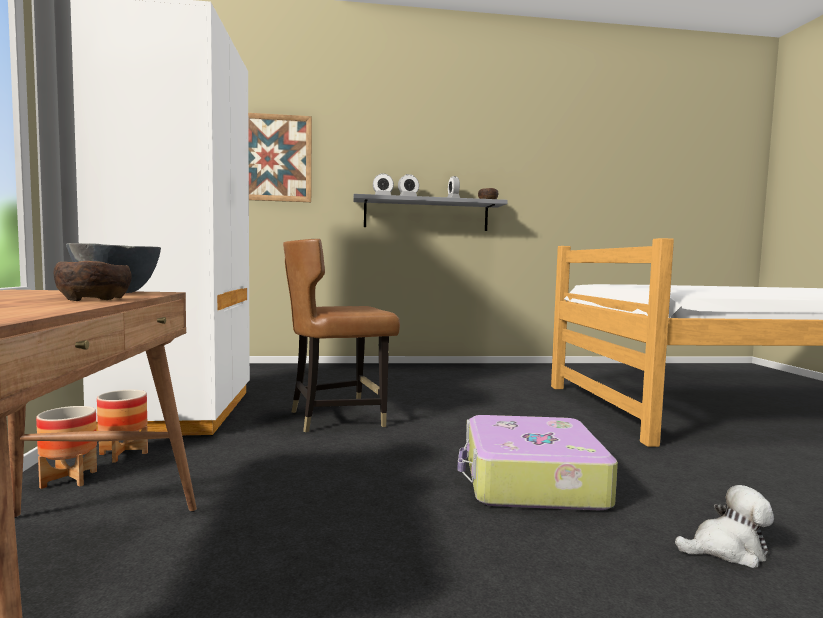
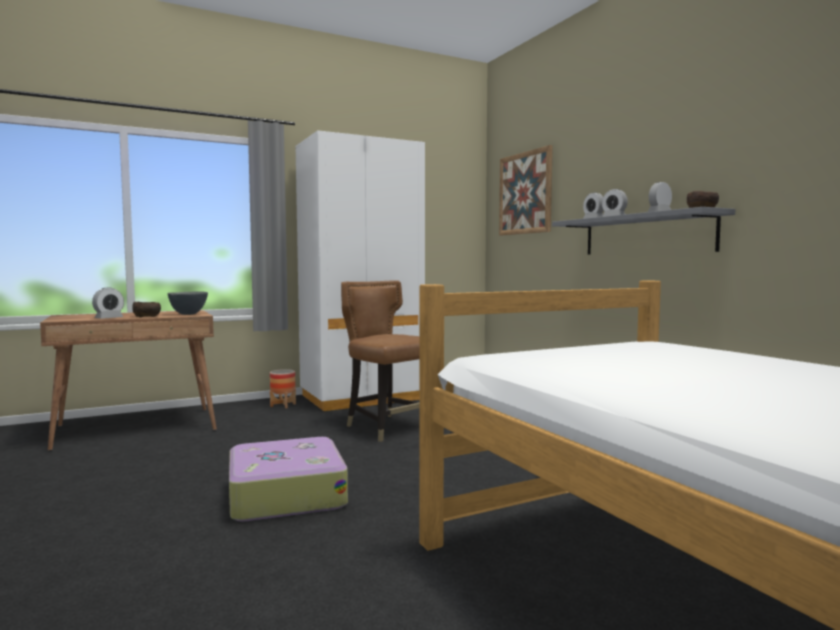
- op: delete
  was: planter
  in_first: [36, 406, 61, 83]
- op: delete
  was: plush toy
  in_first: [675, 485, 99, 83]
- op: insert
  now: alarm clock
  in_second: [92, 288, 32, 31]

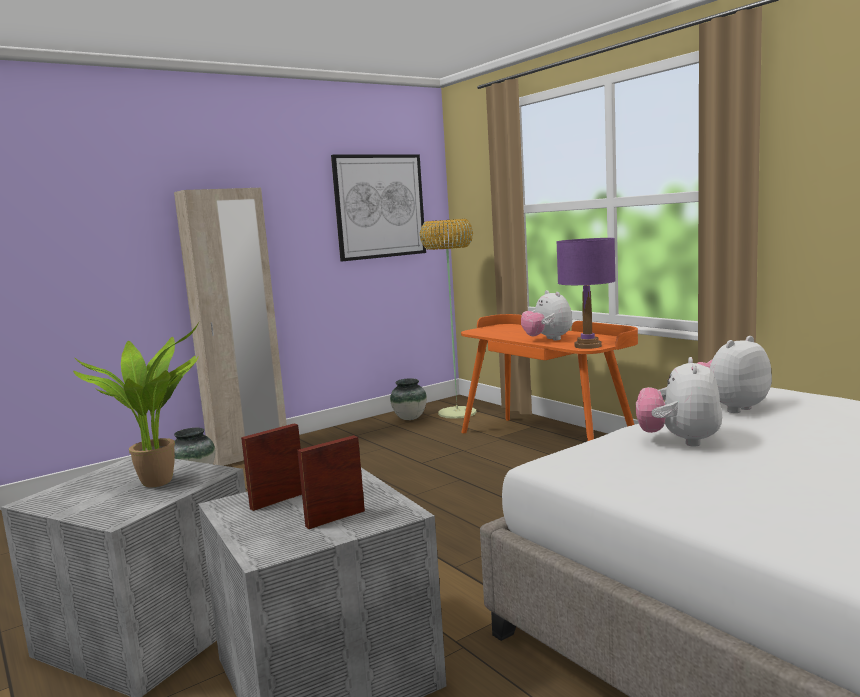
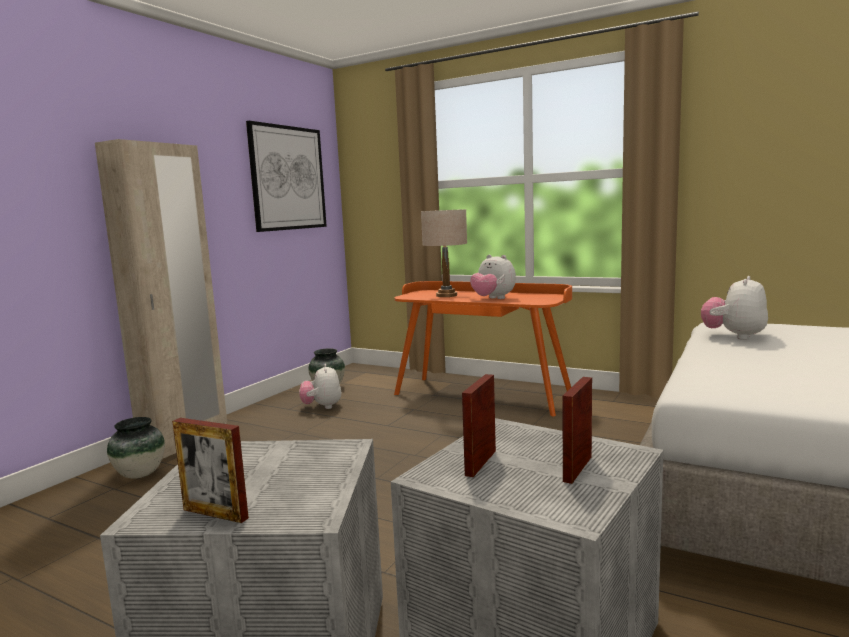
- op: delete
  was: potted plant
  in_first: [73, 322, 126, 166]
- op: delete
  was: floor lamp
  in_first: [420, 219, 57, 200]
- op: delete
  was: table lamp in purple
  in_first: [556, 238, 60, 111]
- op: insert
  now: picture frame
  in_second: [172, 418, 77, 105]
- op: insert
  now: table lamp in beige
  in_second: [421, 209, 46, 88]
- op: move
  was: plush toy
  in_first: [636, 357, 86, 90]
  in_second: [299, 364, 42, 45]

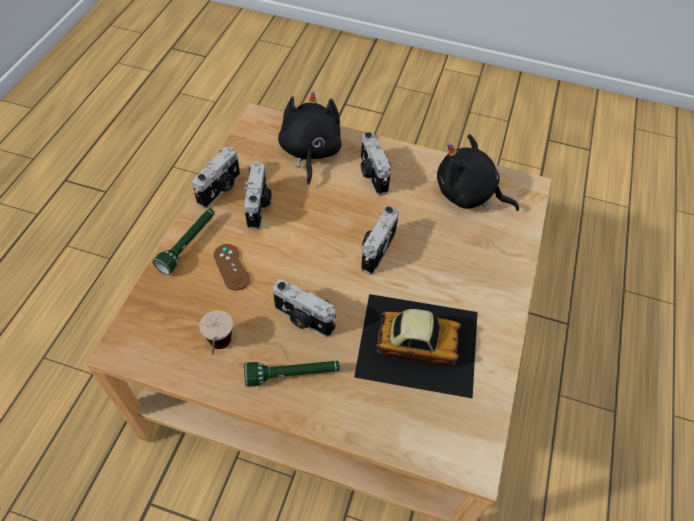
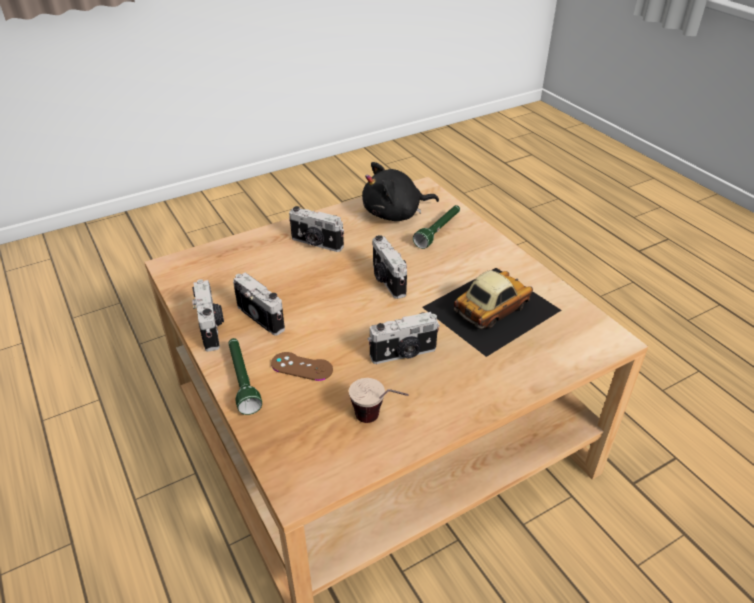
- op: delete
  was: plush toy in black
  in_first: [278, 91, 64, 94]
- op: move
  was: flashlight in green
  in_first: [244, 361, 96, 26]
  in_second: [413, 205, 47, 44]

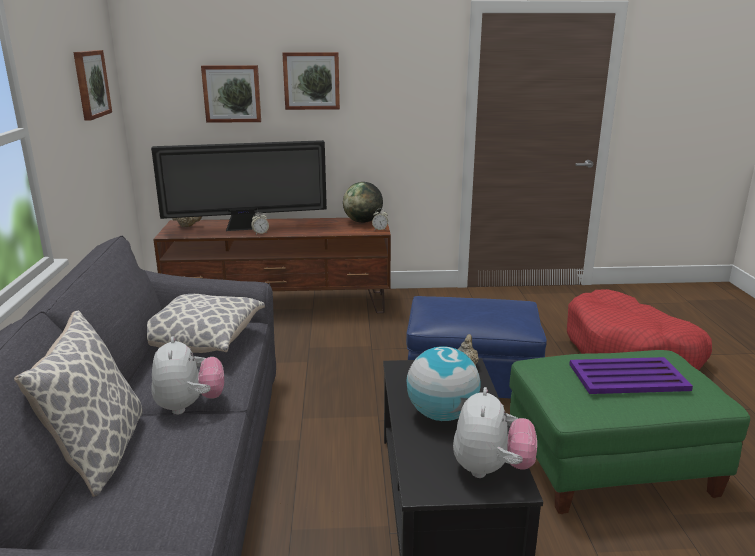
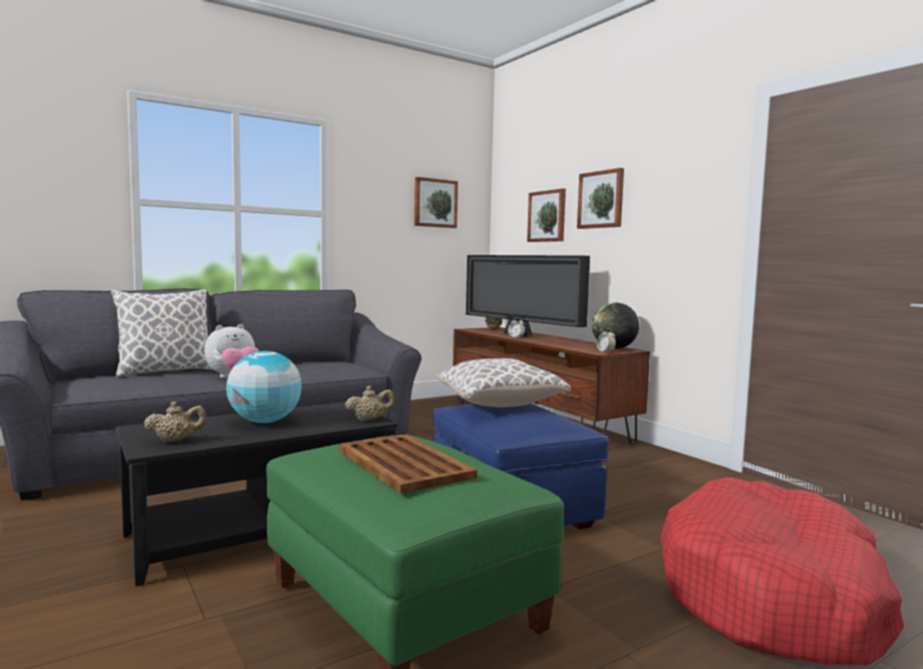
- op: move
  was: pillow
  in_first: [147, 294, 118, 59]
  in_second: [437, 358, 134, 49]
- op: replace
  was: plush toy
  now: teapot in beige
  in_first: [453, 387, 84, 91]
  in_second: [144, 401, 63, 42]
- op: recolor
  was: tray in purple
  now: tray in brown
  in_first: [569, 357, 124, 37]
  in_second: [339, 434, 138, 60]

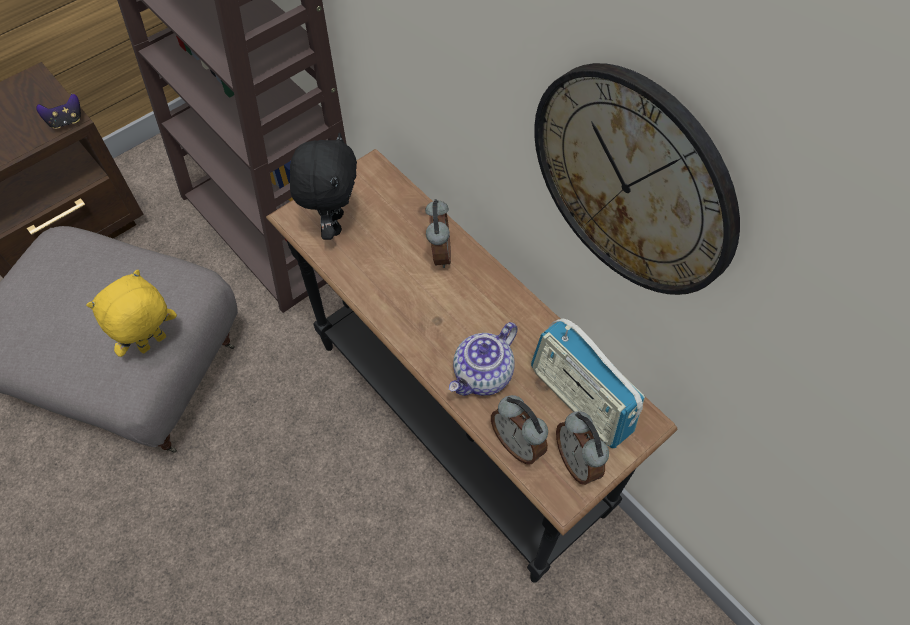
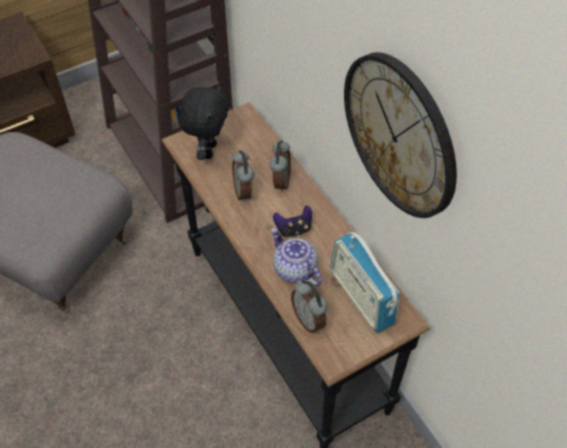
- op: delete
  was: plush toy in yellow
  in_first: [86, 270, 91, 87]
- op: move
  was: game controller
  in_first: [36, 94, 45, 35]
  in_second: [273, 205, 39, 33]
- op: move
  was: alarm clock
  in_first: [556, 411, 53, 74]
  in_second: [232, 150, 22, 52]
- op: rotate
  was: teapot
  in_first: [449, 322, 69, 74]
  in_second: [271, 228, 51, 58]
  clockwise: 90

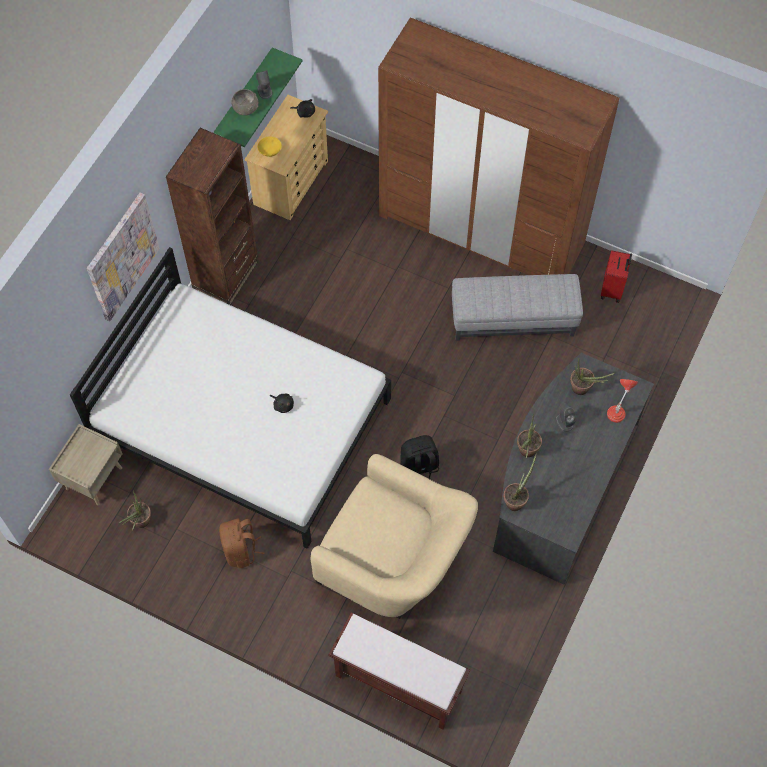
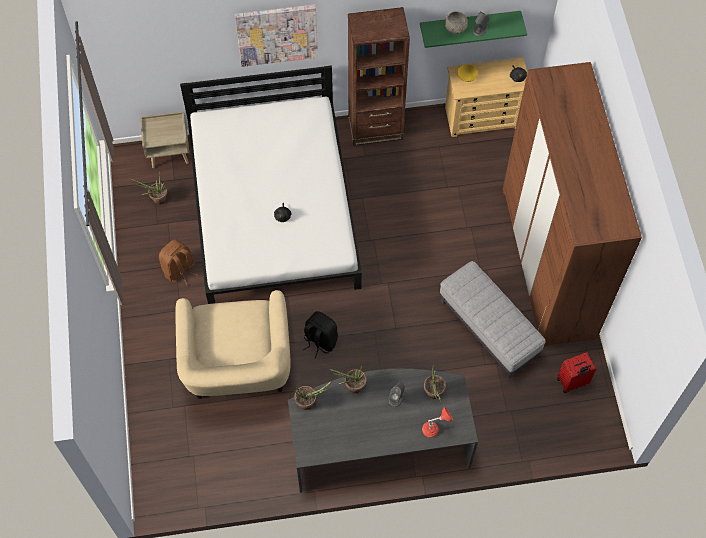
- op: delete
  was: bench in brown
  in_first: [328, 612, 142, 118]

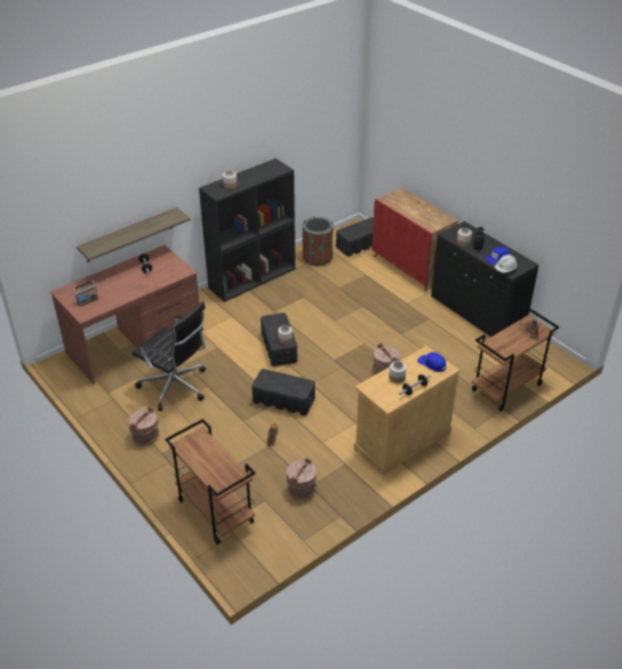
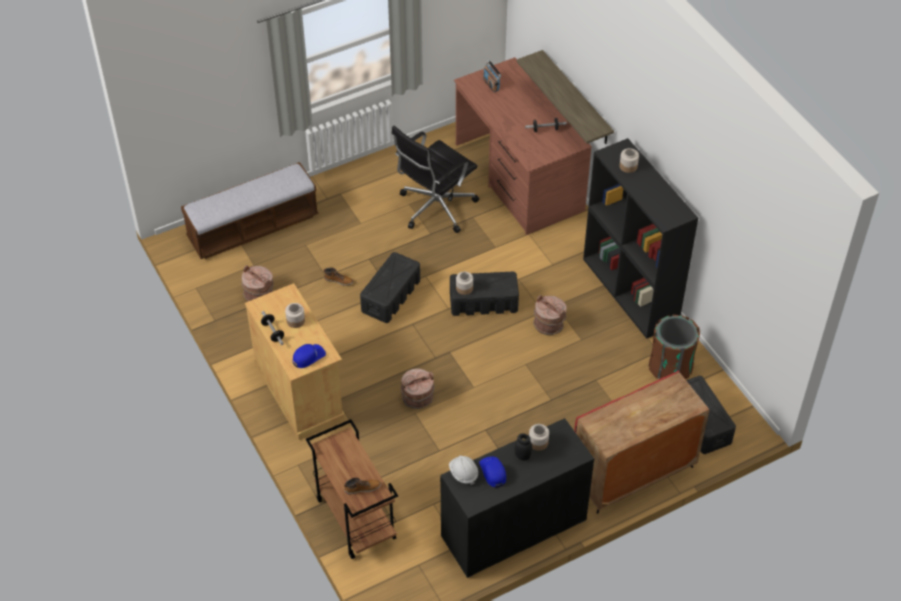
- op: move
  was: bucket in brown
  in_first: [128, 406, 31, 40]
  in_second: [533, 295, 34, 40]
- op: replace
  was: cart in brown
  now: bench
  in_first: [165, 419, 91, 126]
  in_second: [181, 162, 137, 97]

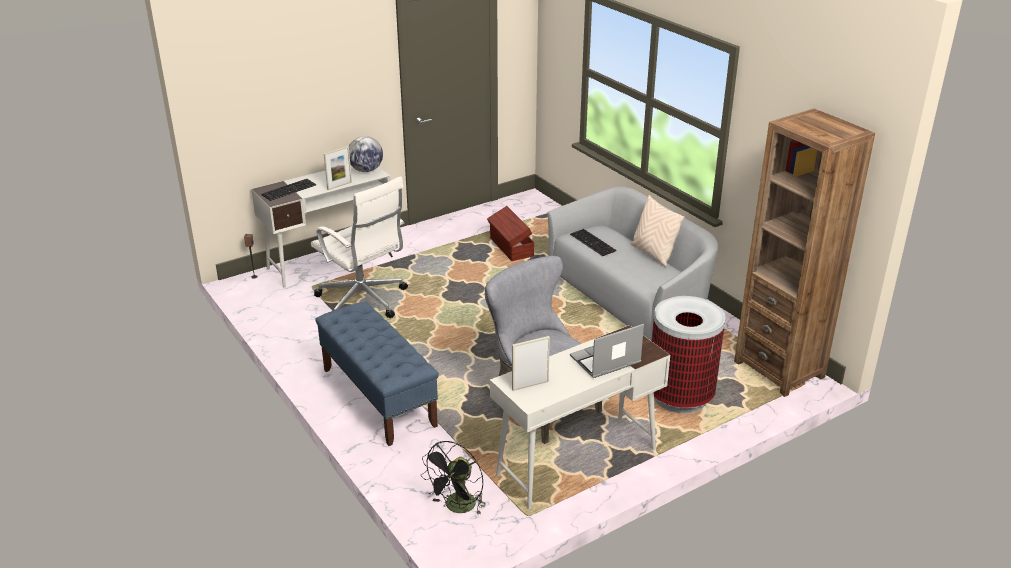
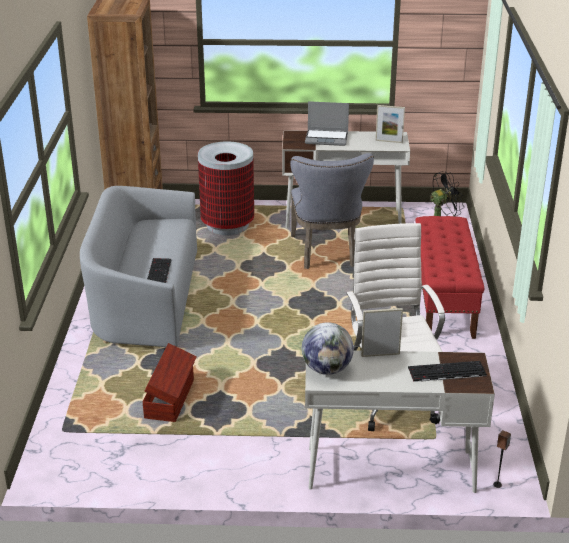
- op: delete
  was: pillow in beige
  in_first: [630, 195, 55, 72]
- op: recolor
  was: bench in blue
  now: bench in red
  in_first: [315, 302, 124, 144]
  in_second: [416, 216, 68, 123]

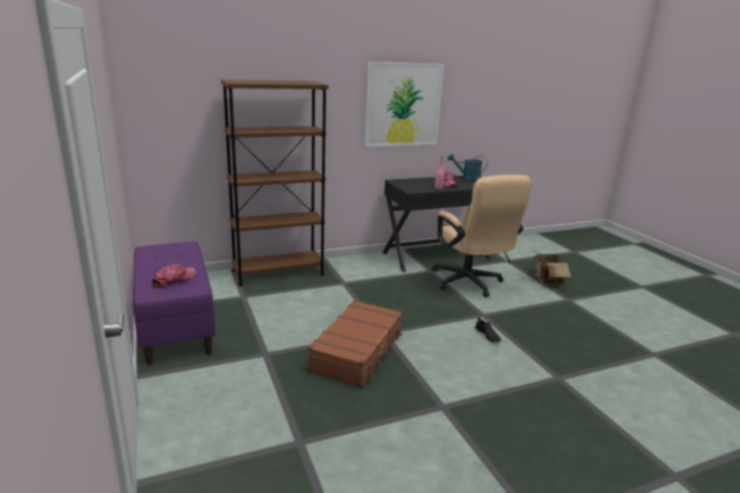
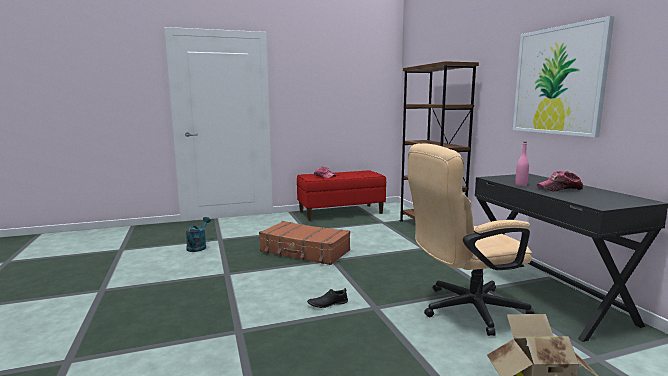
- op: move
  was: watering can in turquoise
  in_first: [448, 154, 40, 28]
  in_second: [186, 217, 25, 35]
- op: recolor
  was: bench in purple
  now: bench in red
  in_first: [133, 241, 83, 124]
  in_second: [297, 170, 89, 51]

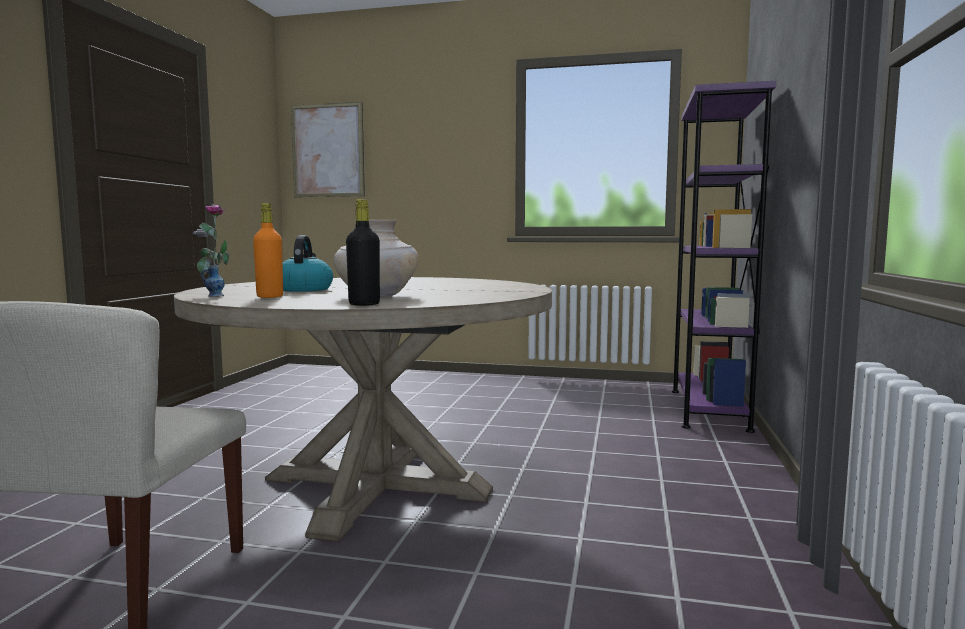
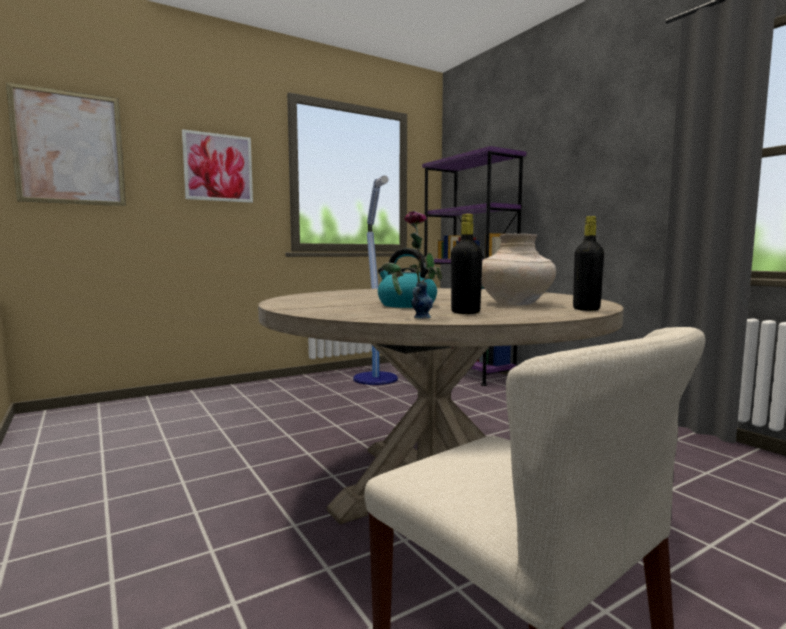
- op: insert
  now: picture
  in_second: [182, 129, 71, 74]
- op: insert
  now: floor lamp
  in_second: [353, 175, 45, 210]
- op: recolor
  was: bottle in orange
  now: bottle in black
  in_first: [253, 203, 30, 95]
  in_second: [451, 214, 32, 100]

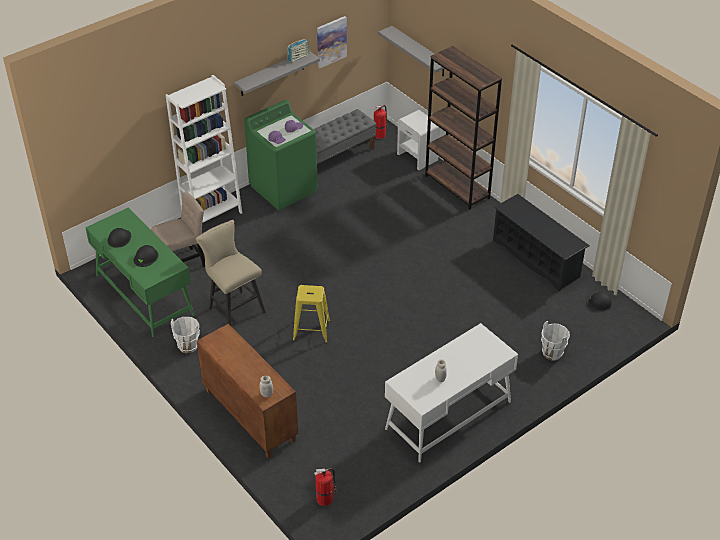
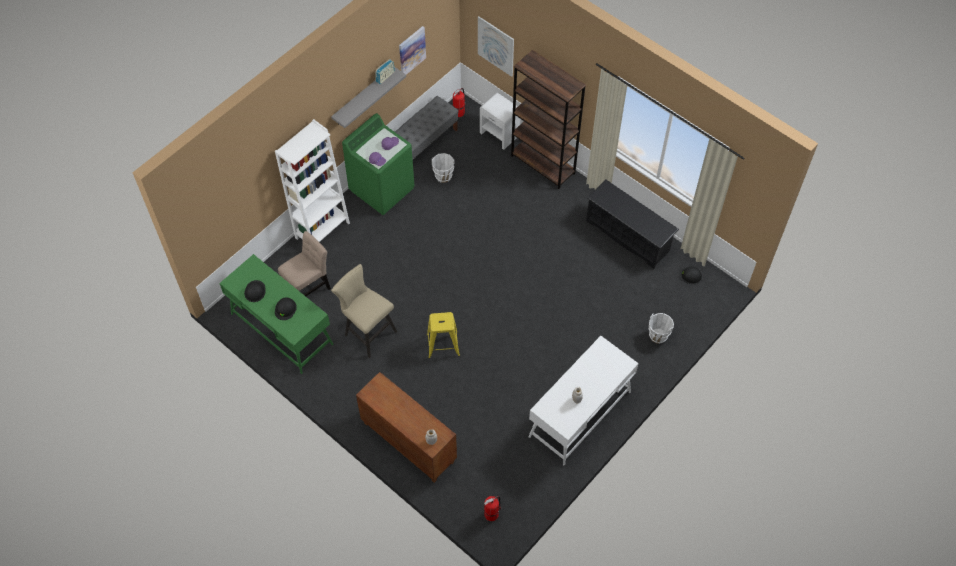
- op: move
  was: bucket in white
  in_first: [171, 317, 29, 36]
  in_second: [432, 153, 23, 30]
- op: replace
  was: shelf in grey
  now: picture
  in_first: [378, 26, 67, 51]
  in_second: [478, 16, 36, 61]

